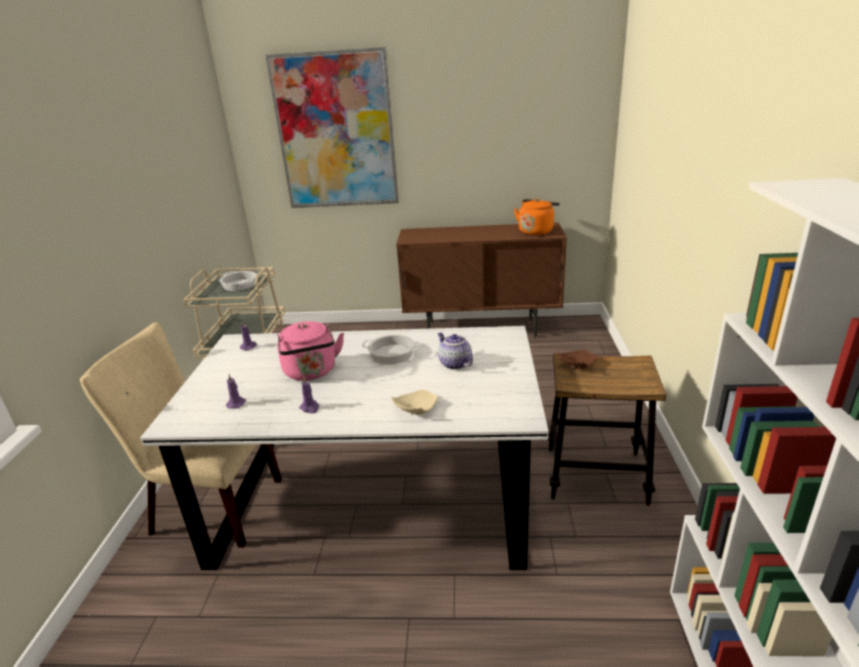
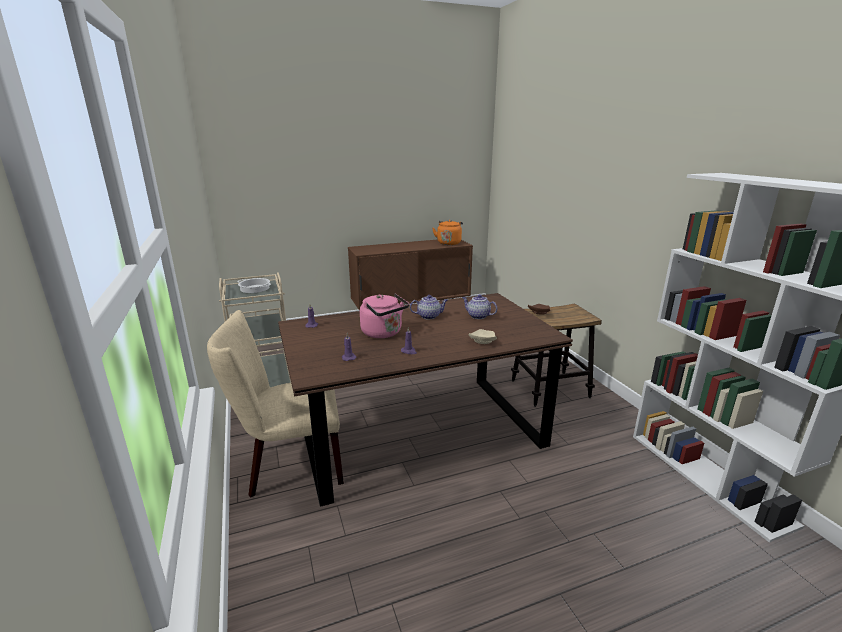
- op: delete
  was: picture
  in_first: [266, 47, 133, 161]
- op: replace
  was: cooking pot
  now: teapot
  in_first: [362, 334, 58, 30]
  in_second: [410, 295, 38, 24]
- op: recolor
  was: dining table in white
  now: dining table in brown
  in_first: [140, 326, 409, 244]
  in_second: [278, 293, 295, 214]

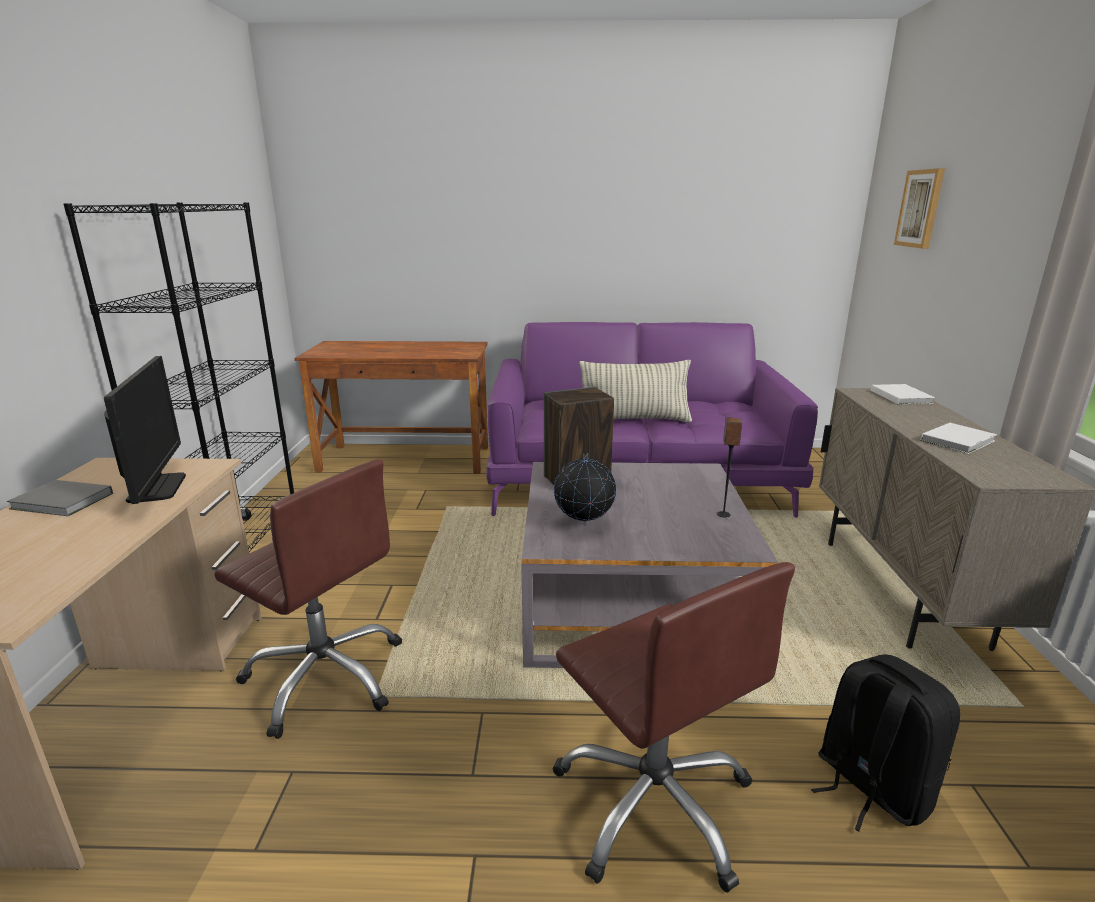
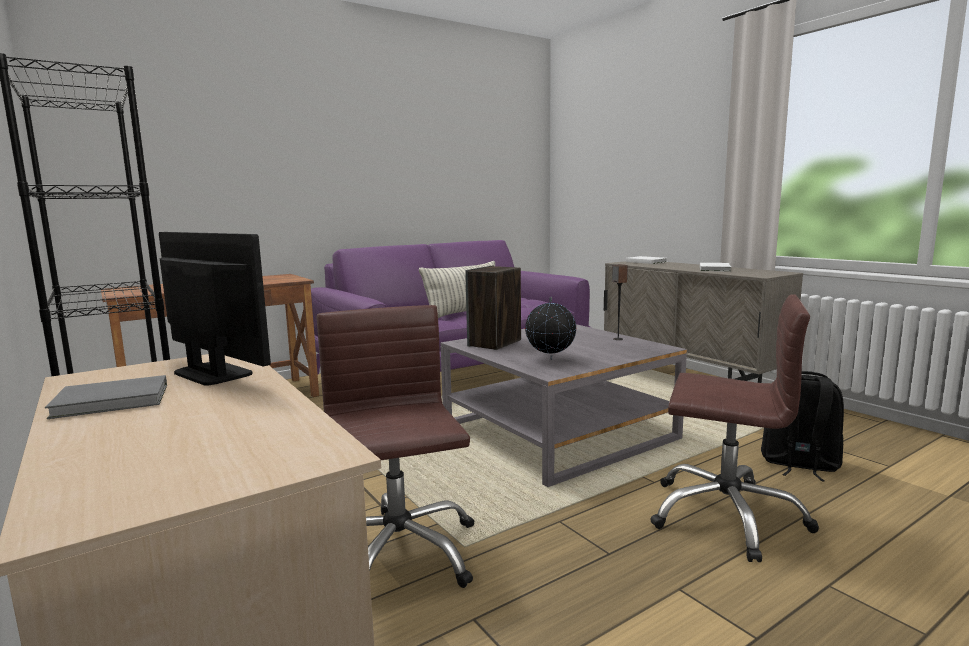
- op: delete
  was: picture
  in_first: [894, 168, 51, 81]
- op: rotate
  was: office chair in brown
  in_first: [214, 459, 188, 280]
  in_second: [317, 305, 158, 283]
  clockwise: -105

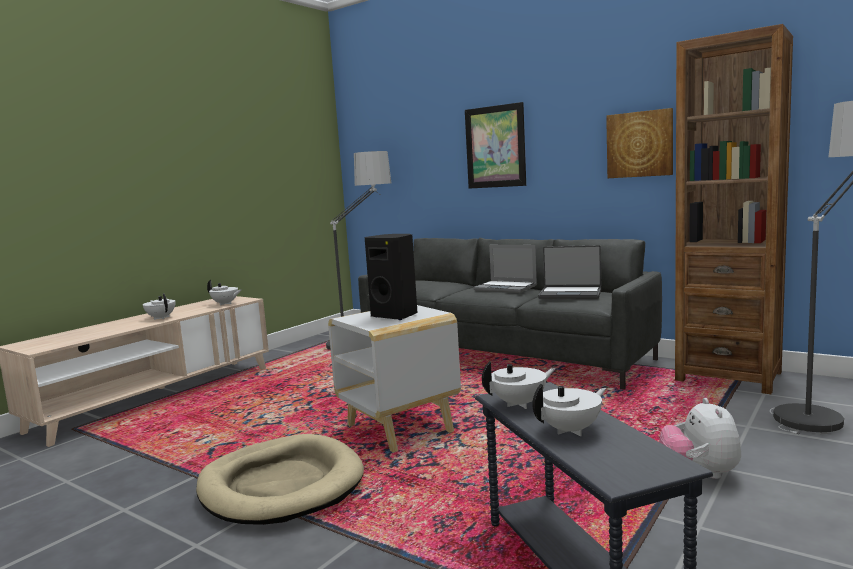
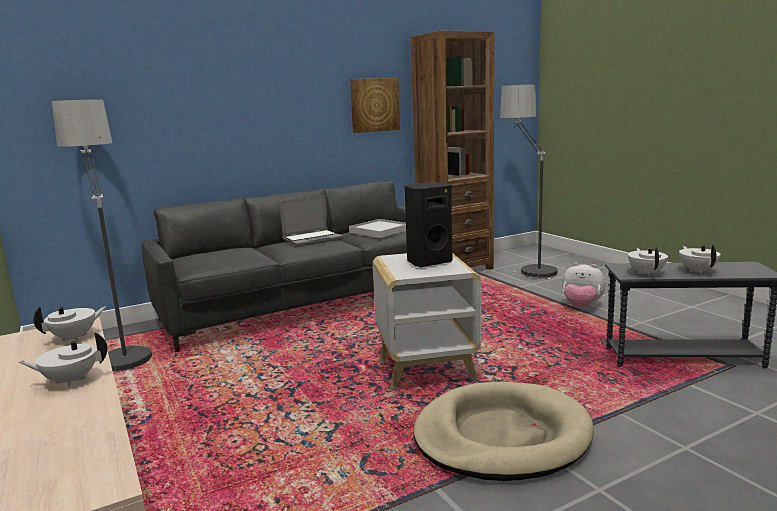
- op: delete
  was: picture
  in_first: [465, 102, 61, 87]
- op: replace
  was: laptop
  now: tray in white
  in_first: [538, 245, 63, 54]
  in_second: [349, 219, 57, 19]

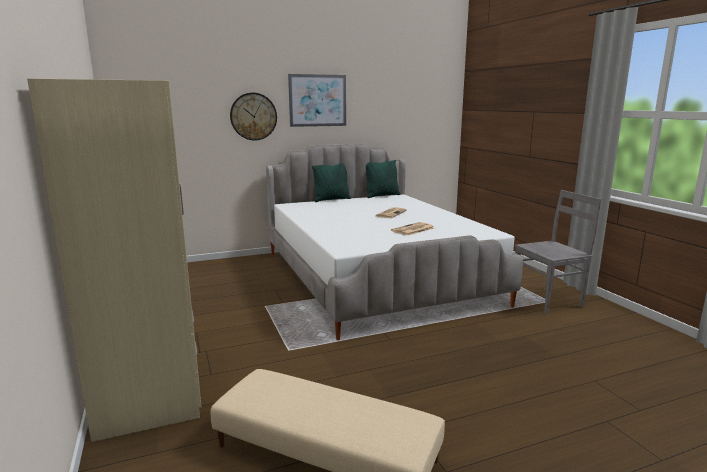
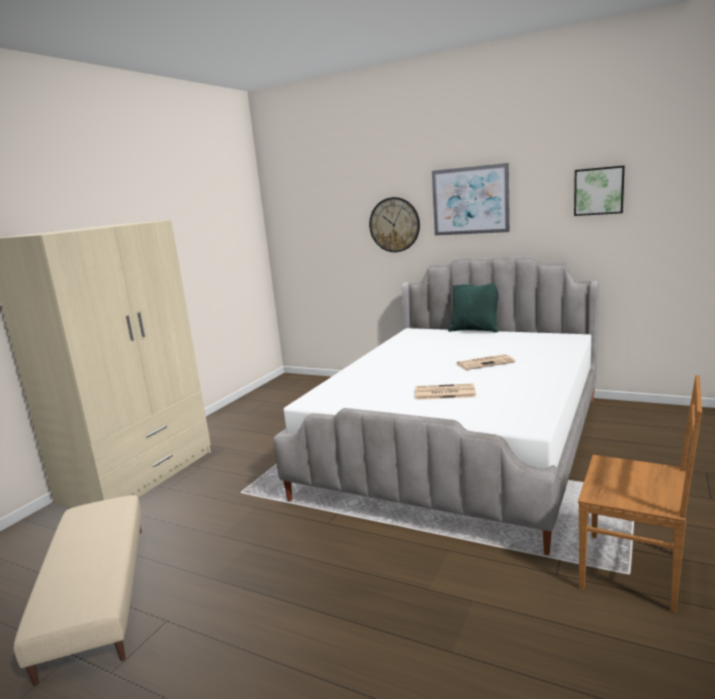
- op: delete
  was: pillow in green
  in_first: [366, 160, 35, 38]
- op: insert
  now: picture
  in_second: [574, 165, 51, 51]
- op: recolor
  was: chair in grey
  now: chair in brown
  in_first: [515, 190, 86, 124]
  in_second: [578, 375, 124, 238]

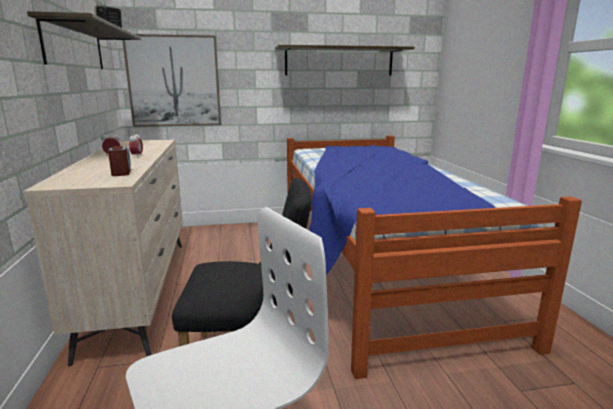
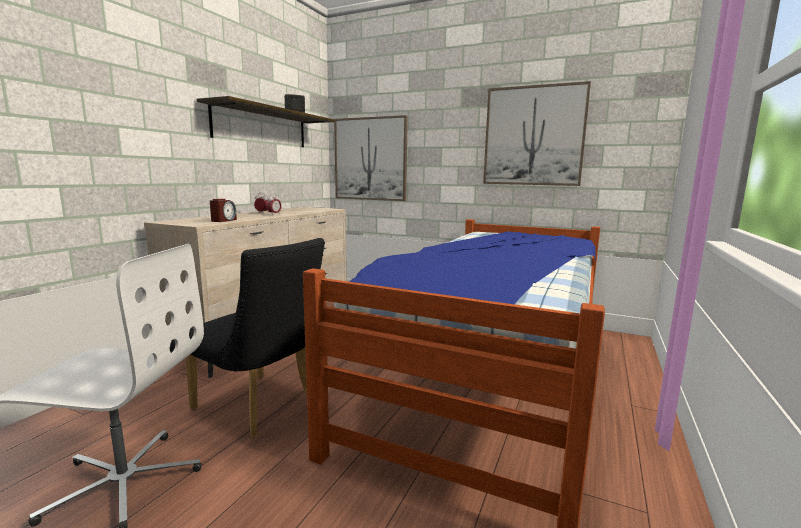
- op: replace
  was: shelf
  now: picture
  in_first: [275, 45, 140, 30]
  in_second: [483, 81, 108, 105]

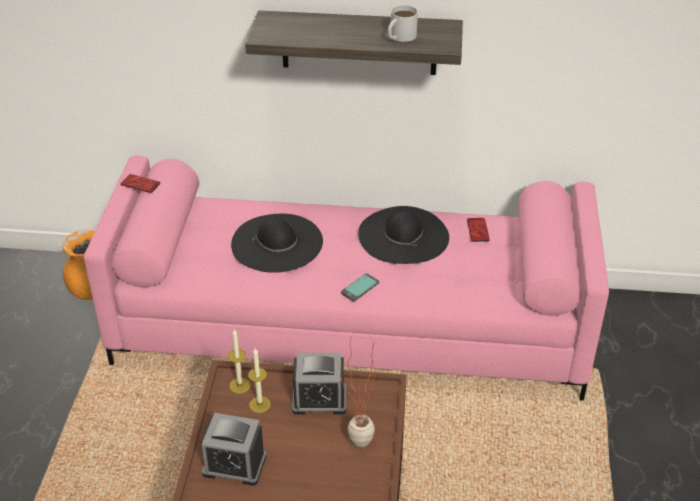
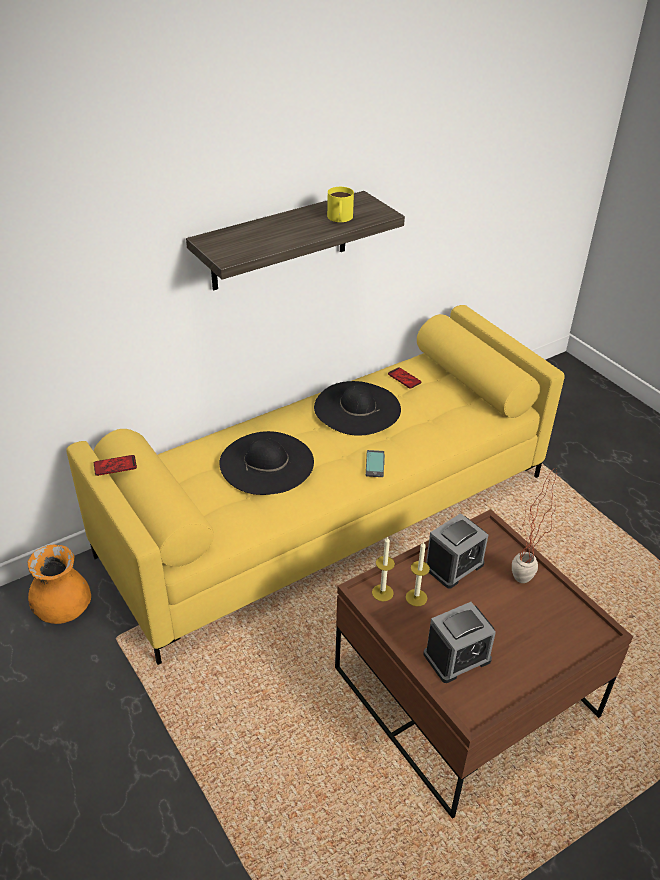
- op: recolor
  was: sofa in pink
  now: sofa in yellow
  in_first: [84, 155, 525, 246]
  in_second: [66, 305, 499, 360]
- op: recolor
  was: mug in white
  now: mug in yellow
  in_first: [388, 5, 30, 37]
  in_second: [327, 187, 27, 35]

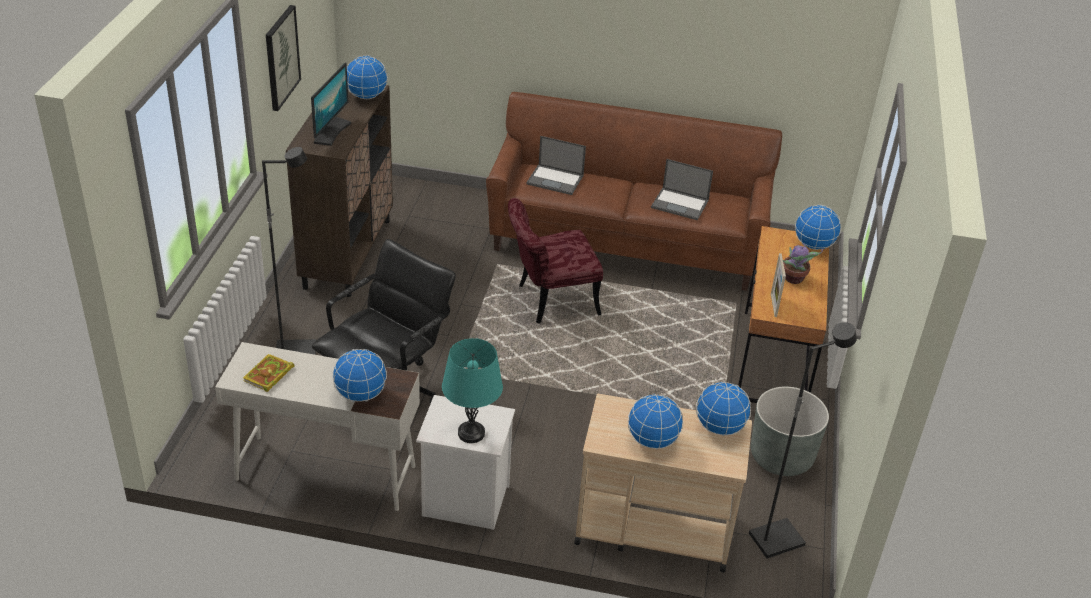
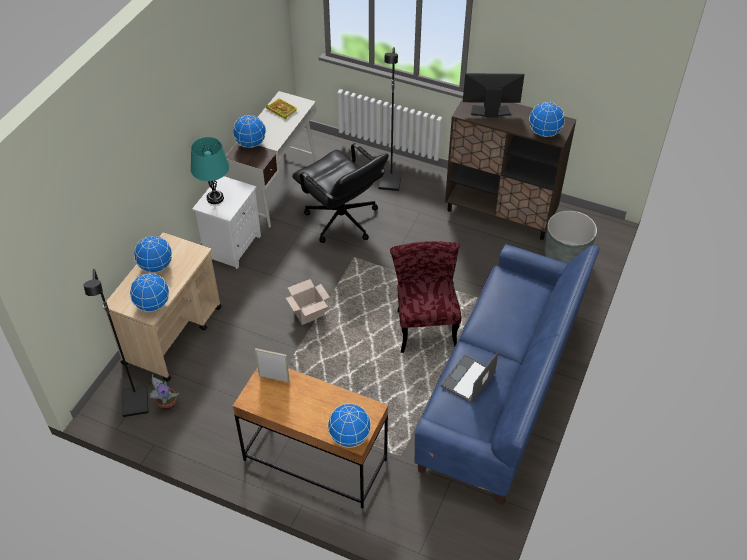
- op: delete
  was: picture
  in_first: [266, 5, 35, 106]
- op: delete
  was: laptop
  in_first: [526, 136, 60, 59]
- op: insert
  now: cardboard box
  in_second: [286, 279, 43, 46]
- op: move
  was: planter in grey
  in_first: [751, 387, 78, 89]
  in_second: [544, 210, 53, 54]
- op: move
  was: potted plant
  in_first: [783, 243, 40, 41]
  in_second: [149, 374, 31, 36]
- op: recolor
  was: sofa in brown
  now: sofa in blue
  in_first: [486, 92, 296, 199]
  in_second: [415, 244, 185, 261]
- op: rotate
  was: monitor
  in_first: [311, 62, 40, 84]
  in_second: [463, 73, 62, 44]
  clockwise: 150

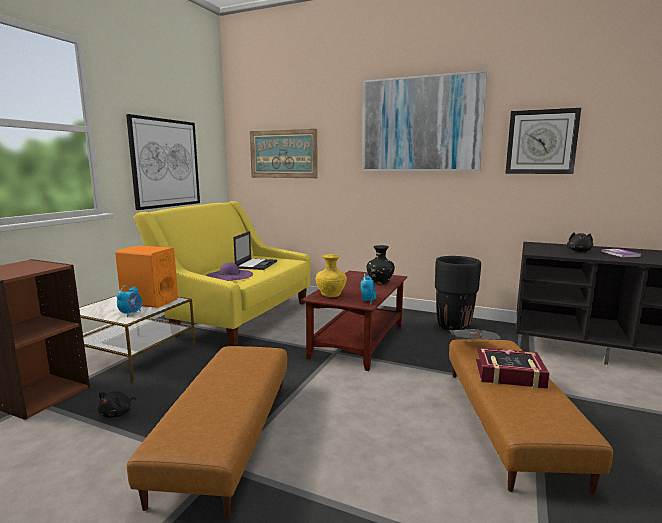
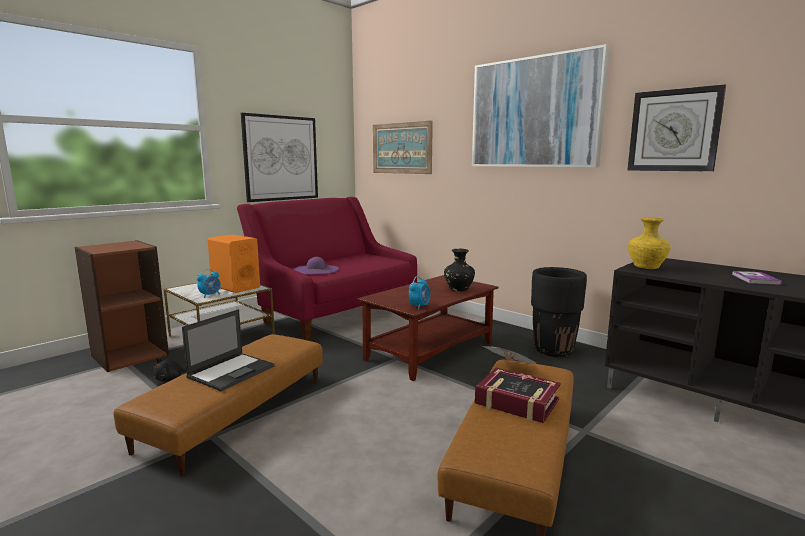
- op: delete
  was: plush toy in black
  in_first: [566, 232, 27, 20]
- op: move
  was: laptop
  in_first: [233, 231, 44, 39]
  in_second: [182, 309, 93, 82]
- op: move
  was: vase in yellow
  in_first: [315, 254, 32, 43]
  in_second: [628, 217, 43, 52]
- op: recolor
  was: sofa in yellow
  now: sofa in red
  in_first: [133, 201, 178, 145]
  in_second: [237, 197, 180, 144]

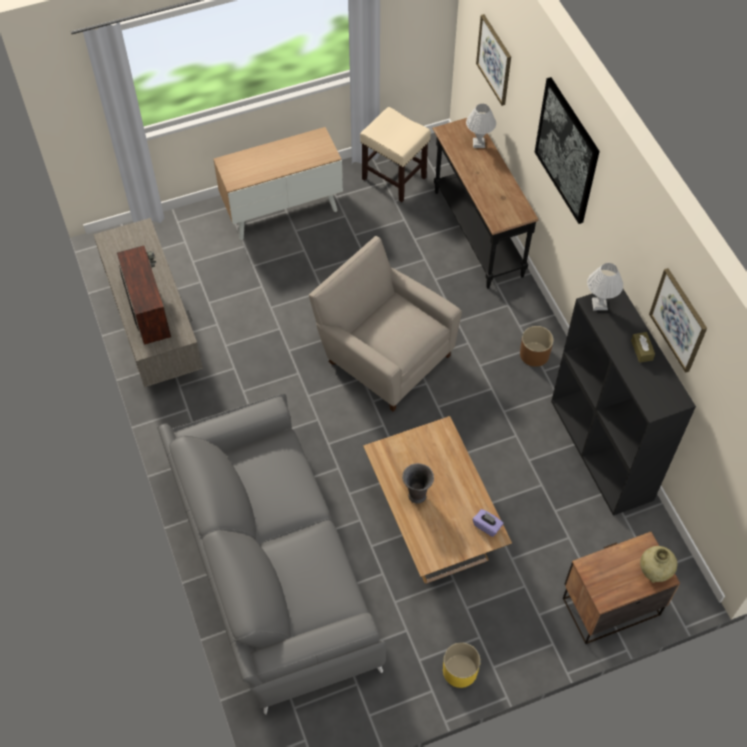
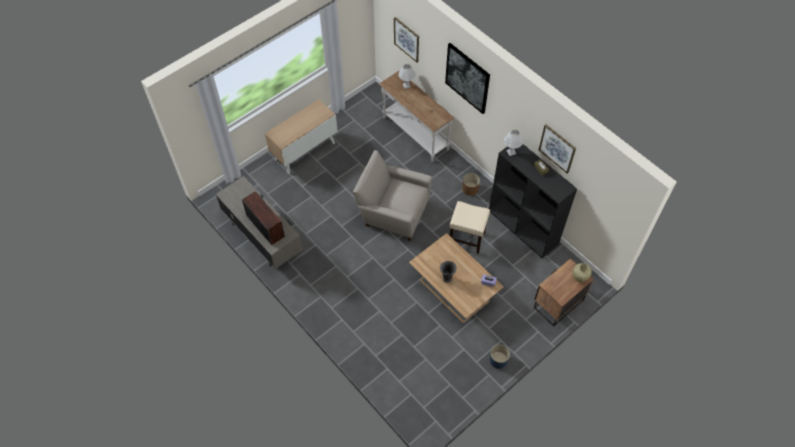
- op: delete
  was: sofa in grey
  in_first: [157, 394, 229, 320]
- op: move
  was: stool in beige
  in_first: [360, 107, 71, 95]
  in_second: [450, 201, 40, 53]
- op: recolor
  was: console table in black
  now: console table in white
  in_first: [432, 118, 107, 171]
  in_second: [379, 71, 75, 91]
- op: recolor
  was: planter in yellow
  now: planter in blue
  in_first: [443, 642, 38, 46]
  in_second: [489, 344, 21, 25]

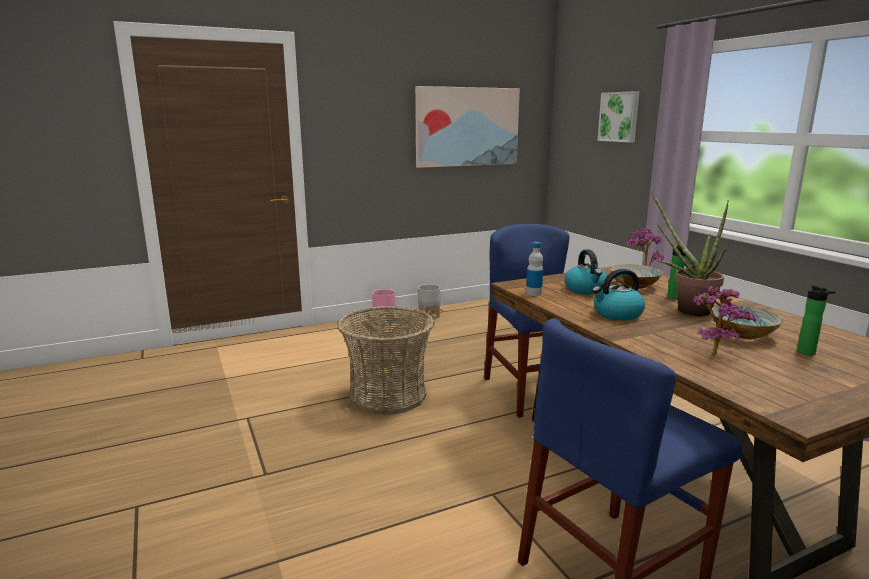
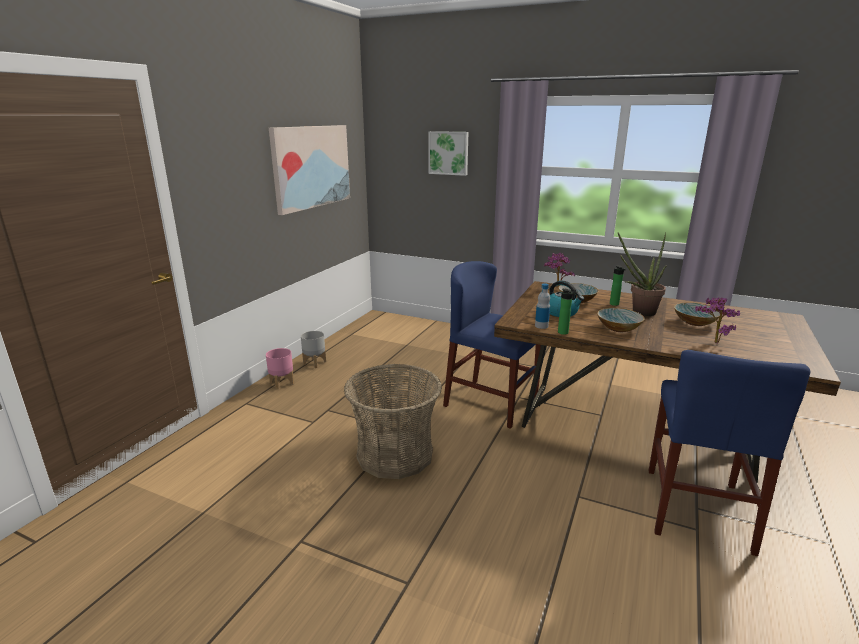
- op: move
  was: bottle
  in_first: [797, 284, 39, 72]
  in_second: [558, 289, 20, 46]
- op: replace
  was: kettle
  now: bowl
  in_first: [592, 269, 53, 51]
  in_second: [597, 308, 48, 24]

